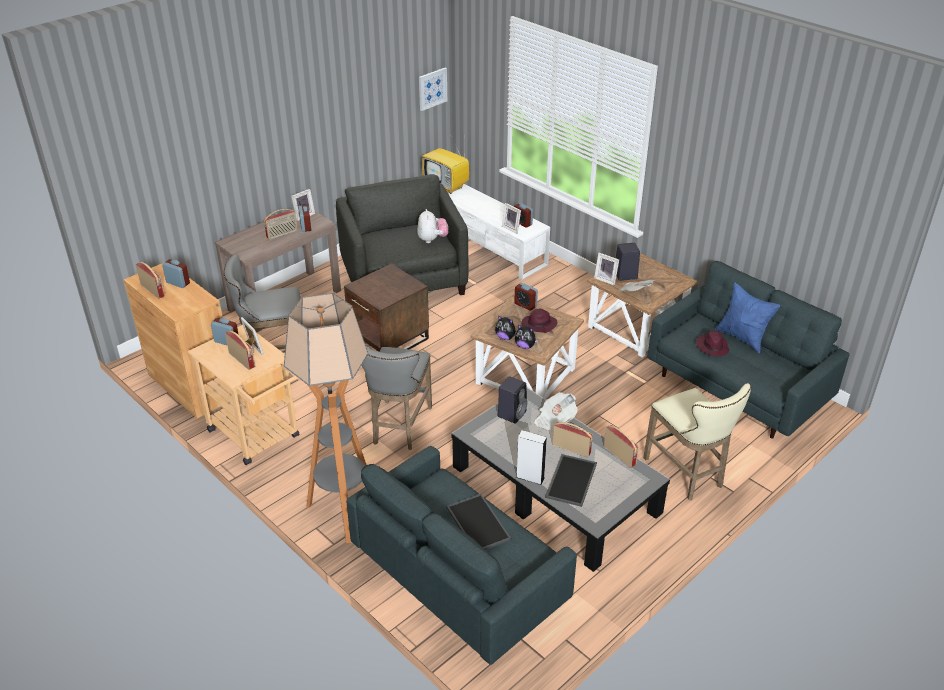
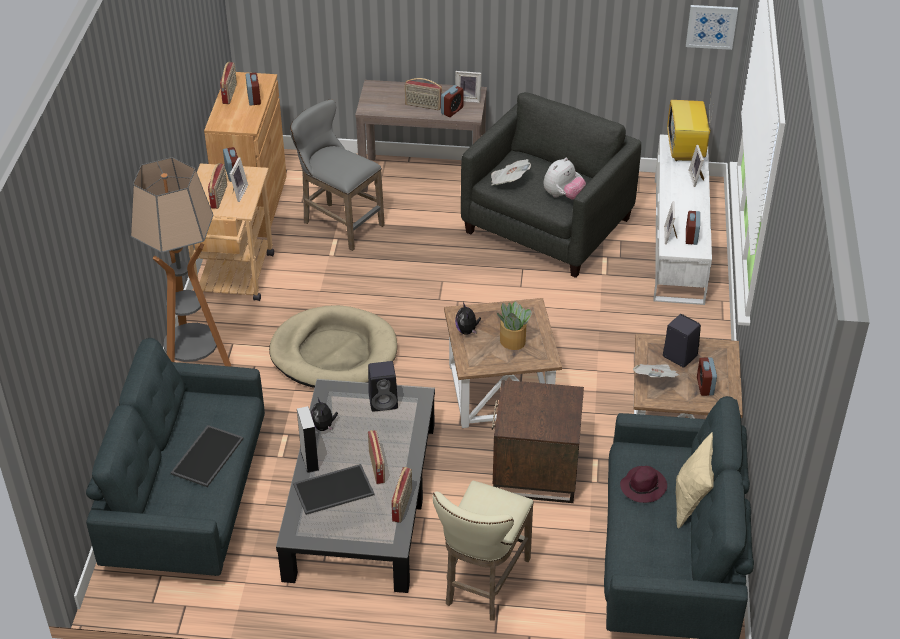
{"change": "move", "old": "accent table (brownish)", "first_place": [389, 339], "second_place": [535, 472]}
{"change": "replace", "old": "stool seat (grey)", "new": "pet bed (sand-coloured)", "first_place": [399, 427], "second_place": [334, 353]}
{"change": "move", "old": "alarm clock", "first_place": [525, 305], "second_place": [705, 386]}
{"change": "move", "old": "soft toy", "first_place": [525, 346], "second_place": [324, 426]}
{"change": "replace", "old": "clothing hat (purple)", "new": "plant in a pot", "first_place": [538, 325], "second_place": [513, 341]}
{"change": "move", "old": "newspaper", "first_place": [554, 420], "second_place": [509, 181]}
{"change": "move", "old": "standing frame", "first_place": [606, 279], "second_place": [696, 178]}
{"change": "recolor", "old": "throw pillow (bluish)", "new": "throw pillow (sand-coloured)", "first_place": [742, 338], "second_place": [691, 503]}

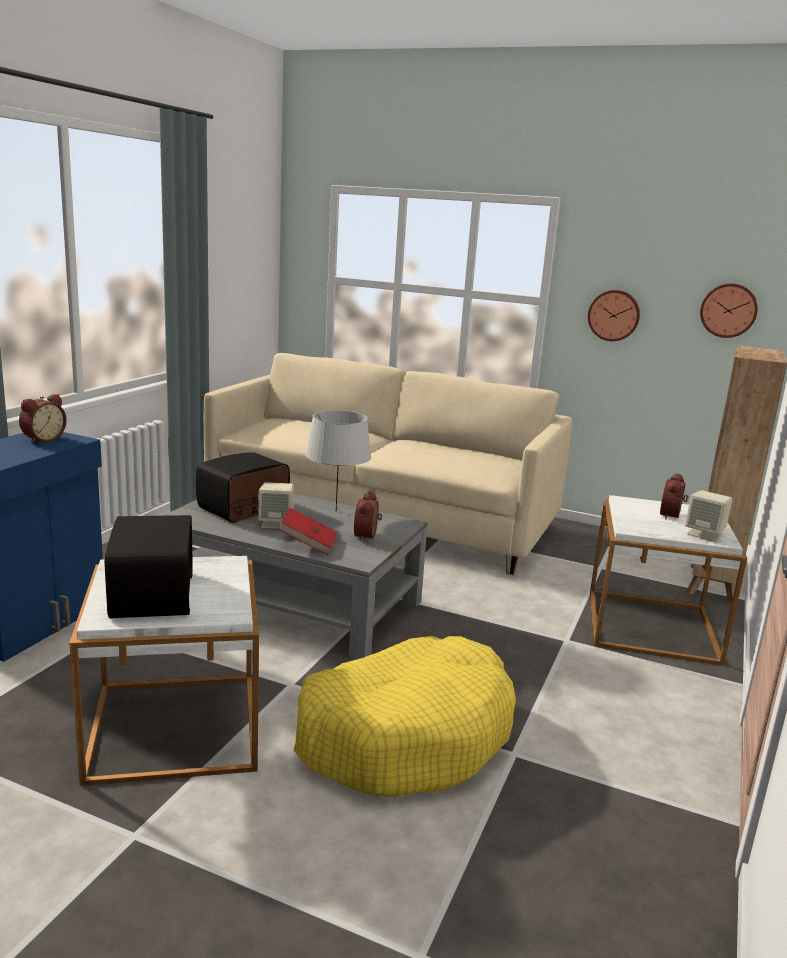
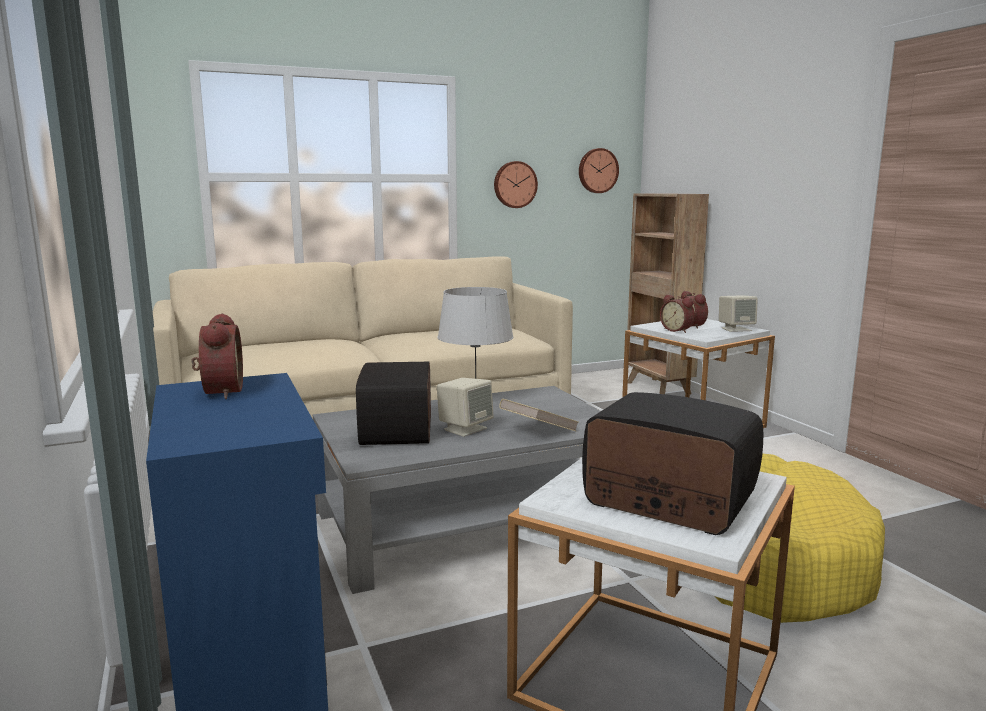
{"change": "recolor", "old": "bound book (red-coloured)", "new": "bound book (sand-coloured)", "first_place": [308, 544], "second_place": [538, 431]}
{"change": "move", "old": "alarm clock", "first_place": [368, 536], "second_place": [677, 330]}

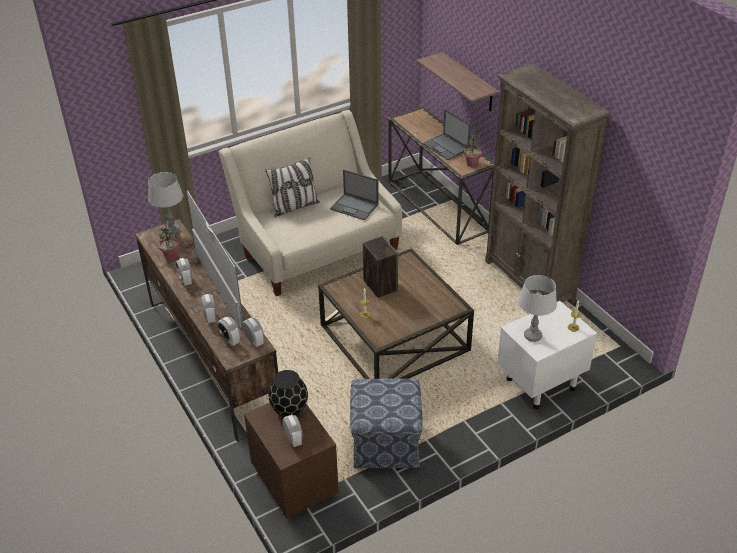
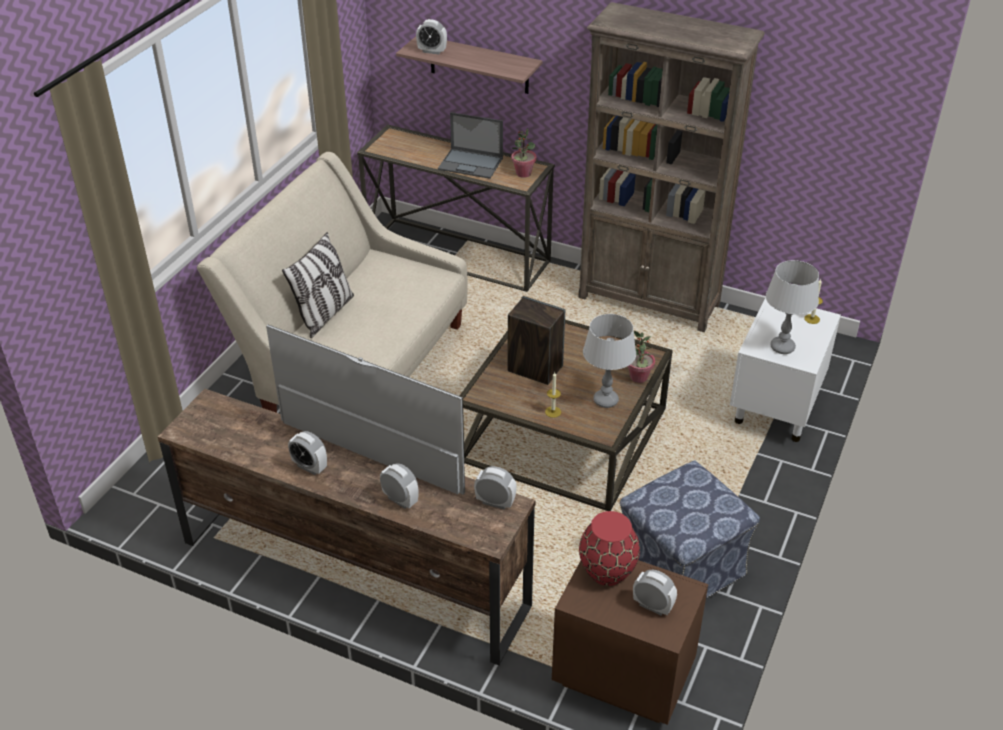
{"change": "move", "old": "table lamp (grey)", "first_place": [172, 230], "second_place": [605, 400]}
{"change": "move", "old": "plant in a pot", "first_place": [171, 256], "second_place": [638, 377]}
{"change": "move", "old": "alarm clock", "first_place": [230, 340], "second_place": [432, 51]}
{"change": "recolor", "old": "vase (black)", "new": "vase (red-coloured)", "first_place": [289, 409], "second_place": [606, 571]}
{"change": "delete", "old": "portable computer", "first_place": [355, 207]}

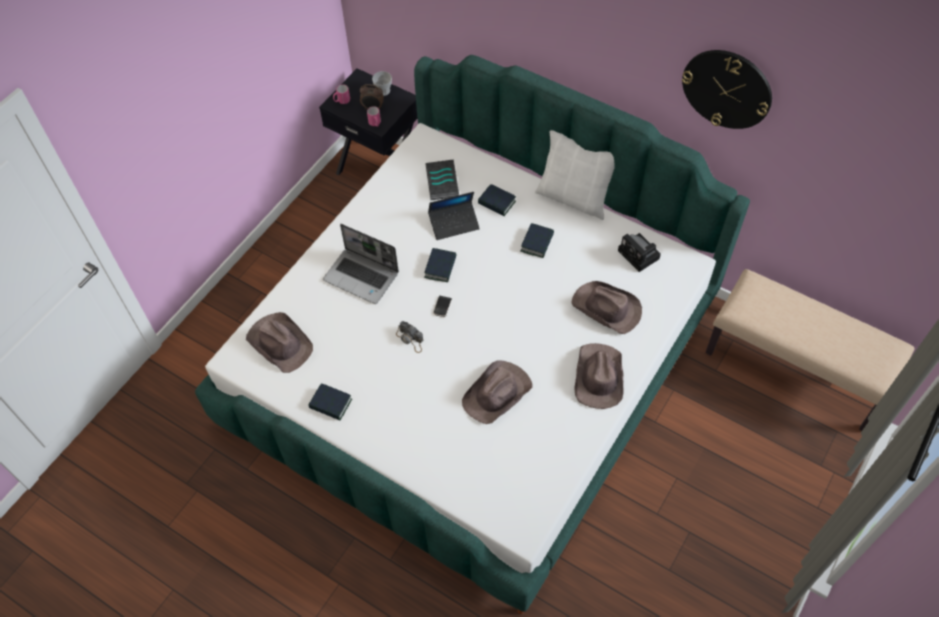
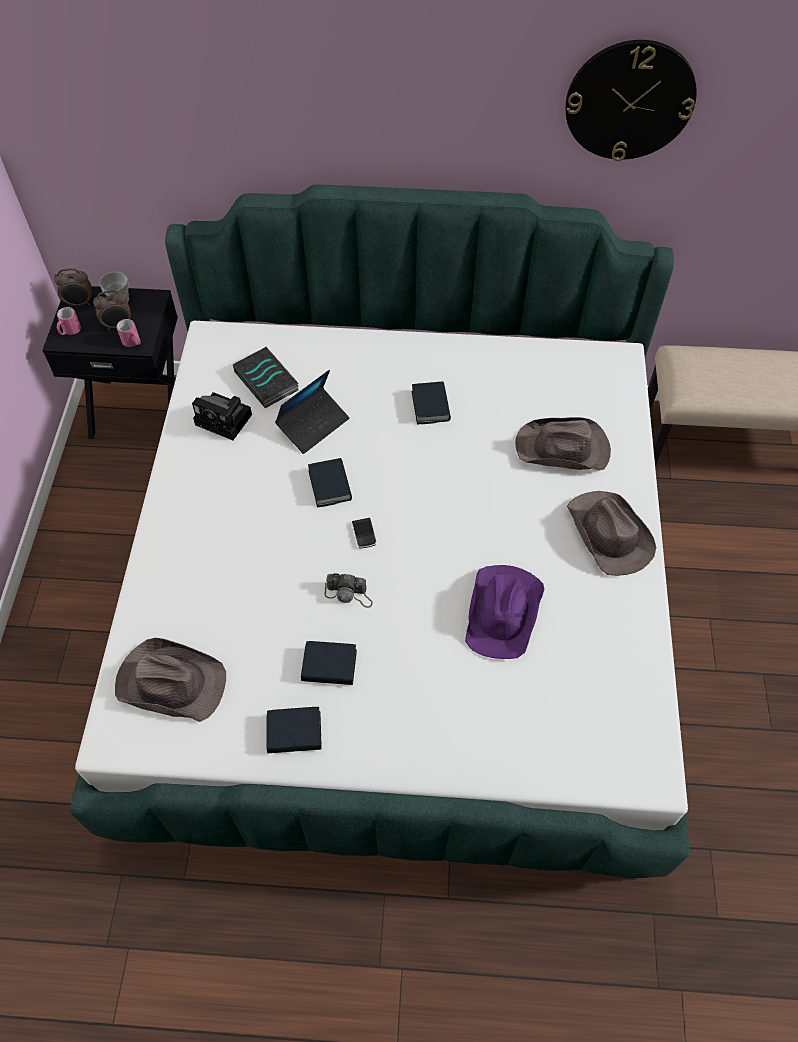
{"change": "delete", "old": "portable computer", "first_place": [362, 276]}
{"change": "recolor", "old": "clothing hat (brownish)", "new": "clothing hat (purple)", "first_place": [498, 393], "second_place": [504, 611]}
{"change": "move", "old": "bound book", "first_place": [497, 203], "second_place": [329, 666]}
{"change": "delete", "old": "throw pillow (white-coloured)", "first_place": [574, 197]}
{"change": "move", "old": "still camera", "first_place": [640, 255], "second_place": [226, 420]}
{"change": "insert", "new": "alarm clock", "second_place": [80, 303]}

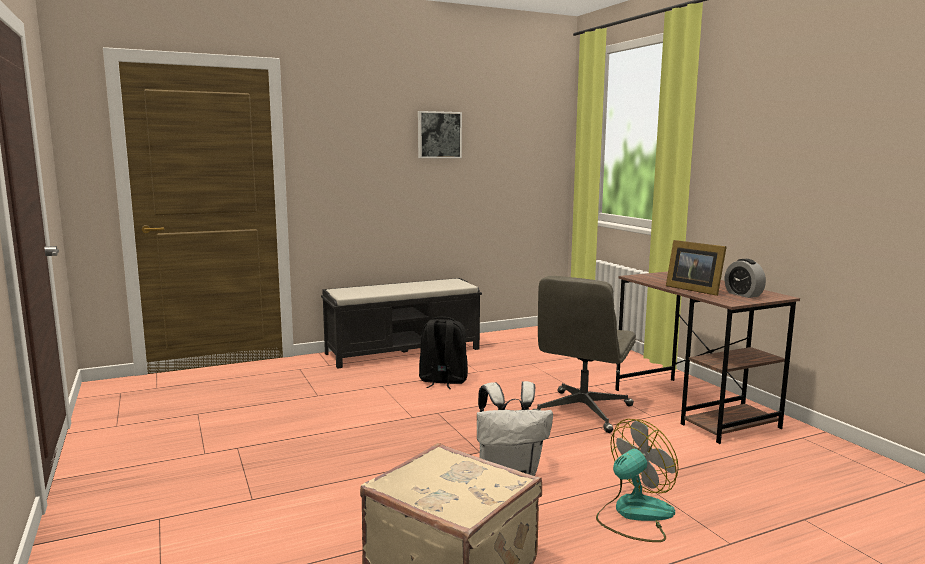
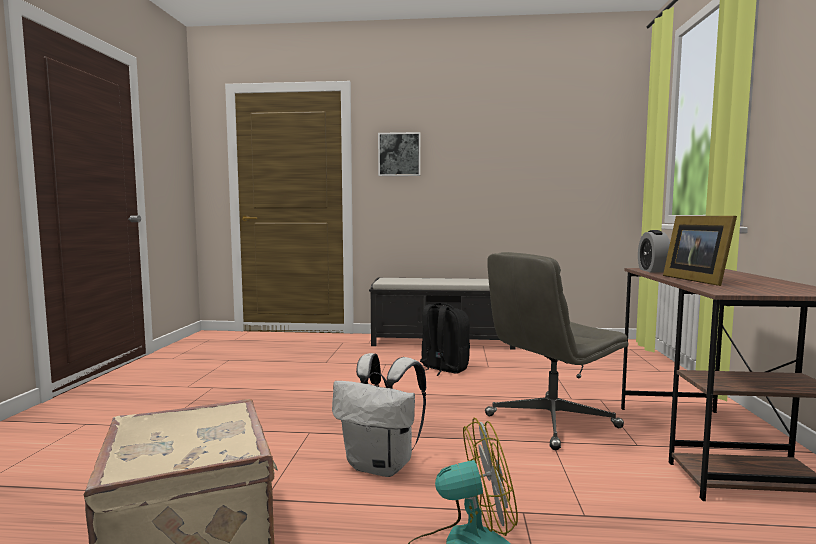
{"change": "move", "old": "wall art", "first_place": [439, 135], "second_place": [399, 154]}
{"change": "move", "old": "alarm clock", "first_place": [743, 294], "second_place": [652, 271]}

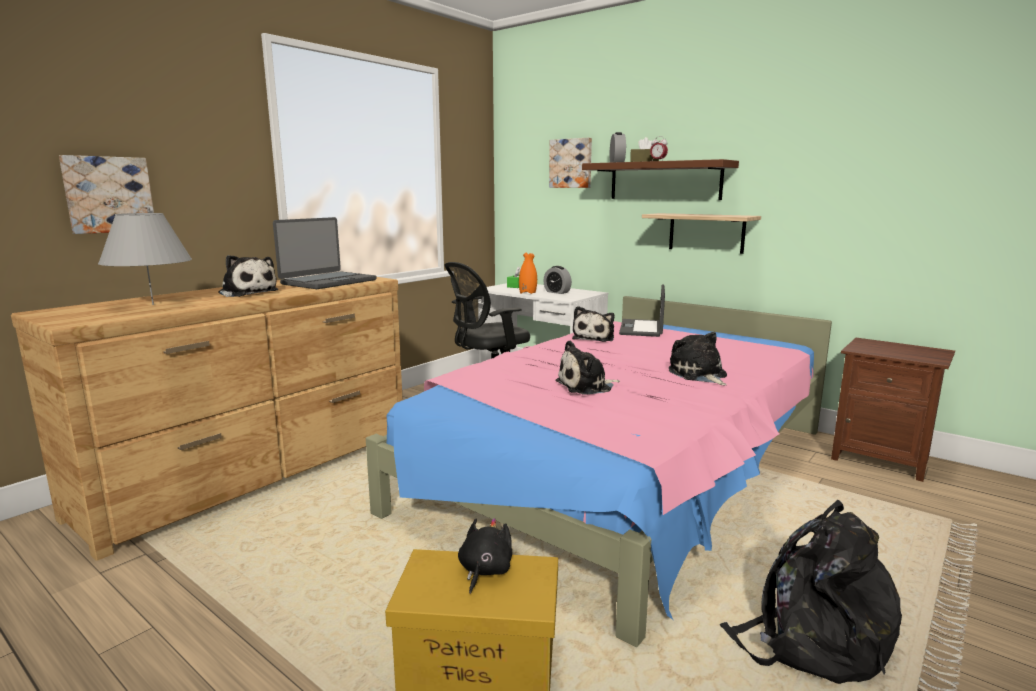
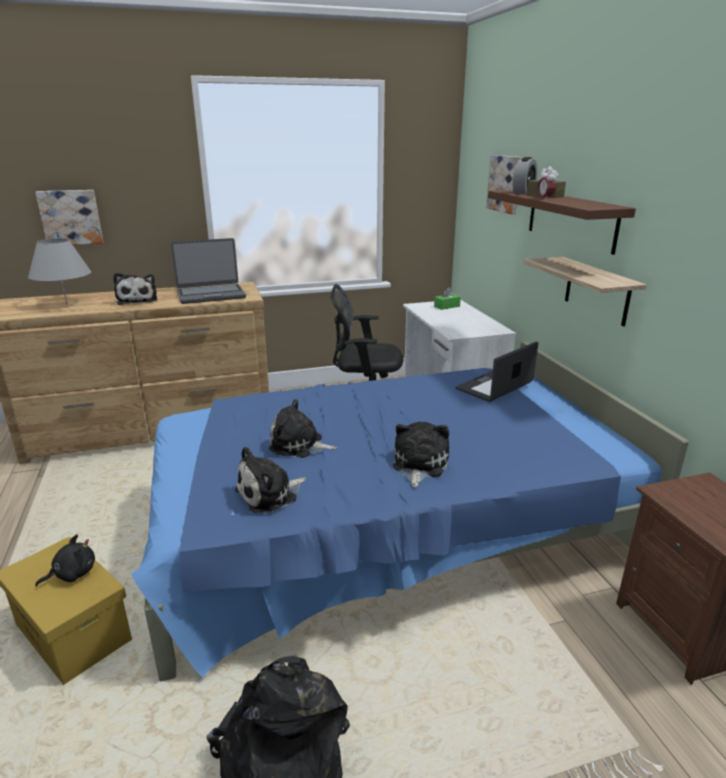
{"change": "recolor", "old": "bed (pinkish)", "new": "bed (bluish)", "first_place": [624, 470], "second_place": [384, 525]}
{"change": "delete", "old": "vase (orangey)", "first_place": [528, 293]}
{"change": "delete", "old": "alarm clock", "first_place": [557, 292]}
{"change": "move", "old": "soft toy", "first_place": [594, 338], "second_place": [270, 494]}

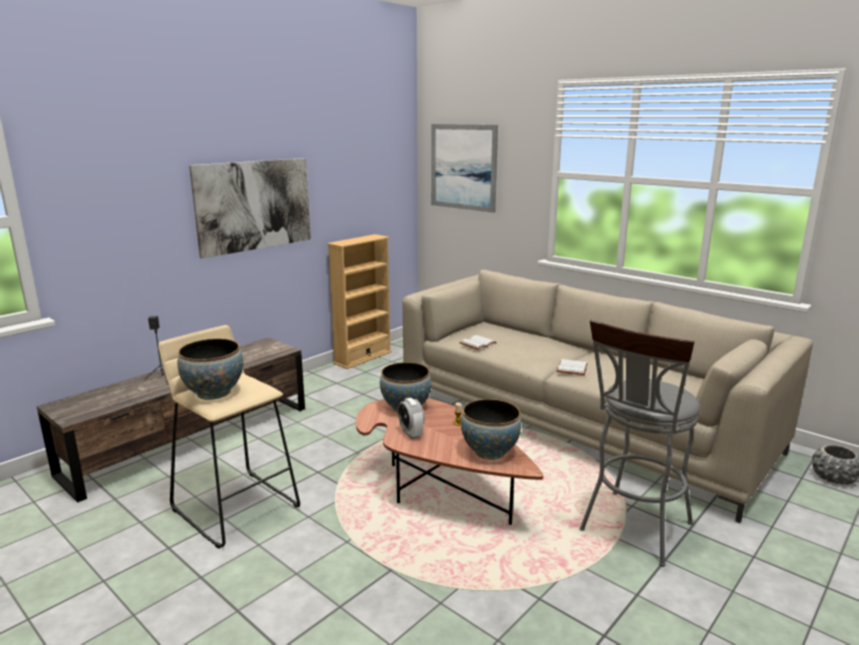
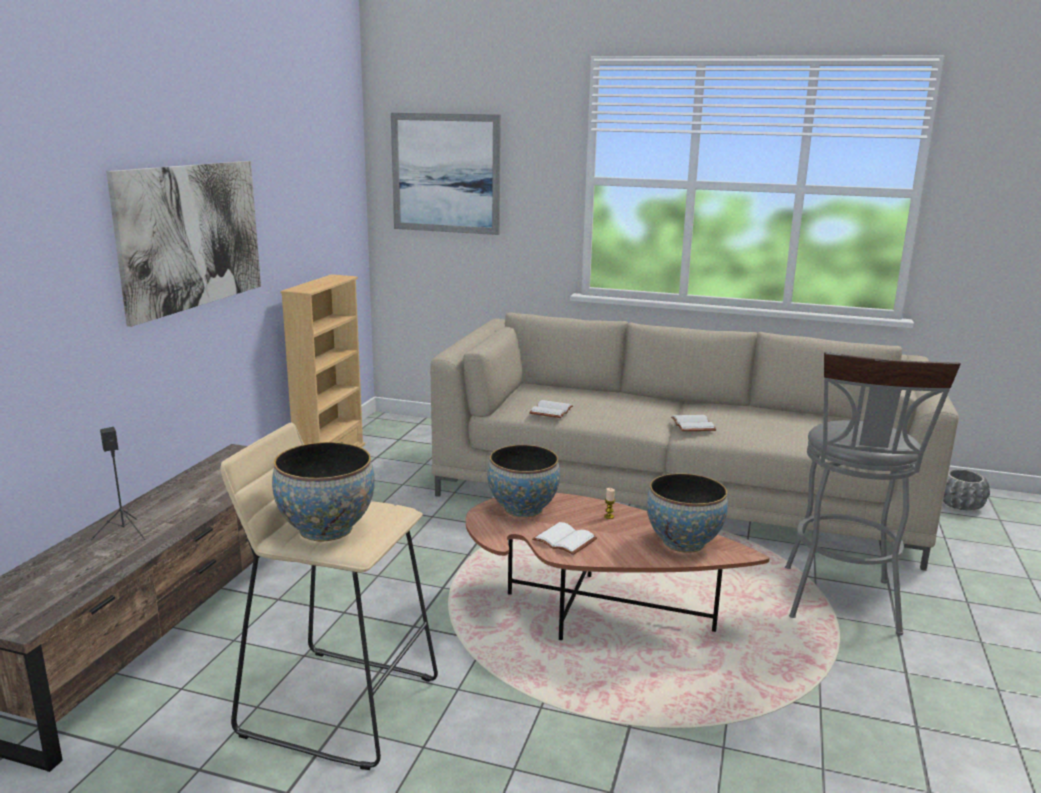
{"change": "replace", "old": "alarm clock", "new": "bound book (white-coloured)", "first_place": [411, 433], "second_place": [566, 540]}

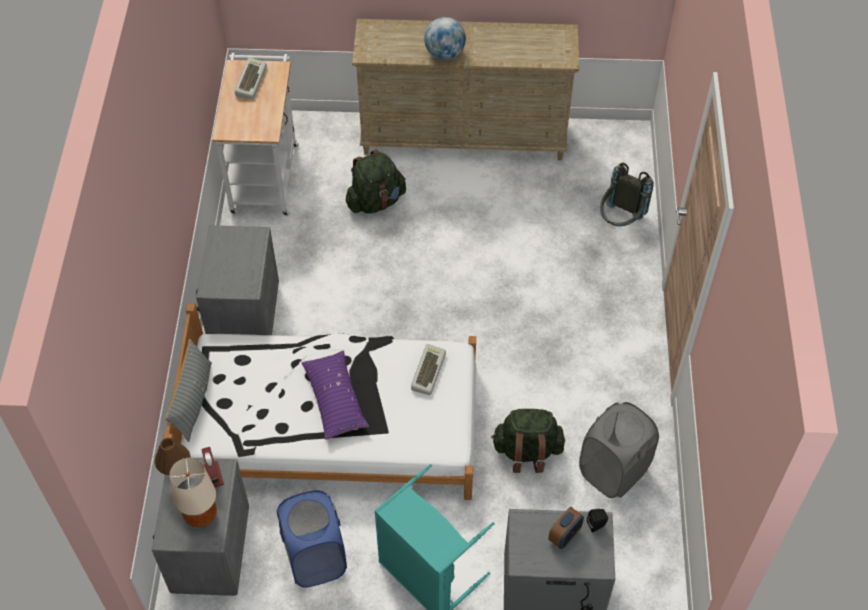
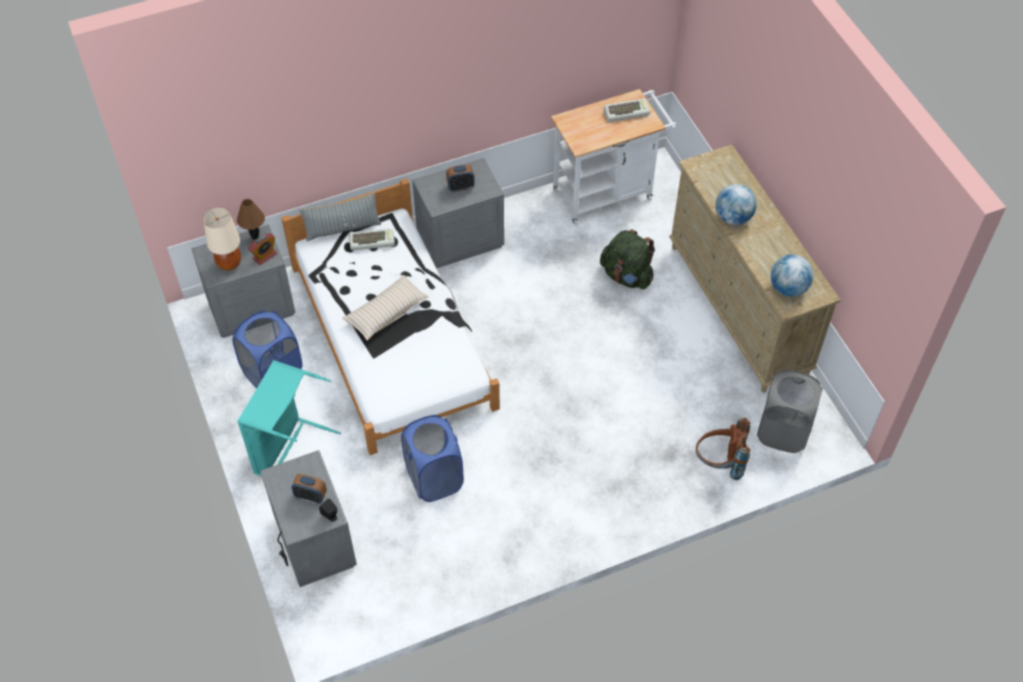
{"change": "recolor", "old": "throw pillow (purple)", "new": "throw pillow (sand-coloured)", "first_place": [335, 399], "second_place": [386, 312]}
{"change": "move", "old": "keyboard", "first_place": [427, 371], "second_place": [372, 241]}
{"change": "replace", "old": "backpack (green)", "new": "washing basket (bluish)", "first_place": [527, 451], "second_place": [434, 478]}
{"change": "move", "old": "washing basket (grey)", "first_place": [613, 471], "second_place": [783, 432]}
{"change": "recolor", "old": "backpack (grey)", "new": "backpack (brownish)", "first_place": [619, 221], "second_place": [720, 463]}
{"change": "insert", "new": "alarm clock", "second_place": [460, 187]}
{"change": "insert", "new": "world globe", "second_place": [788, 288]}

